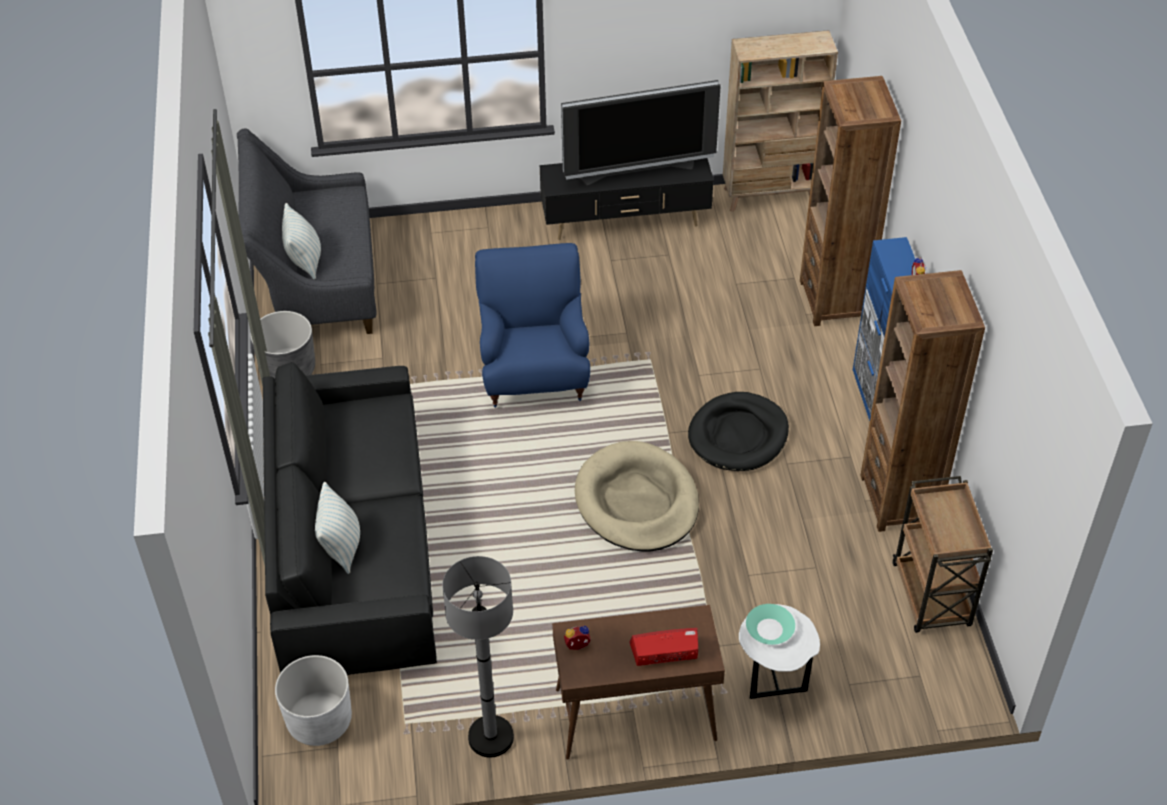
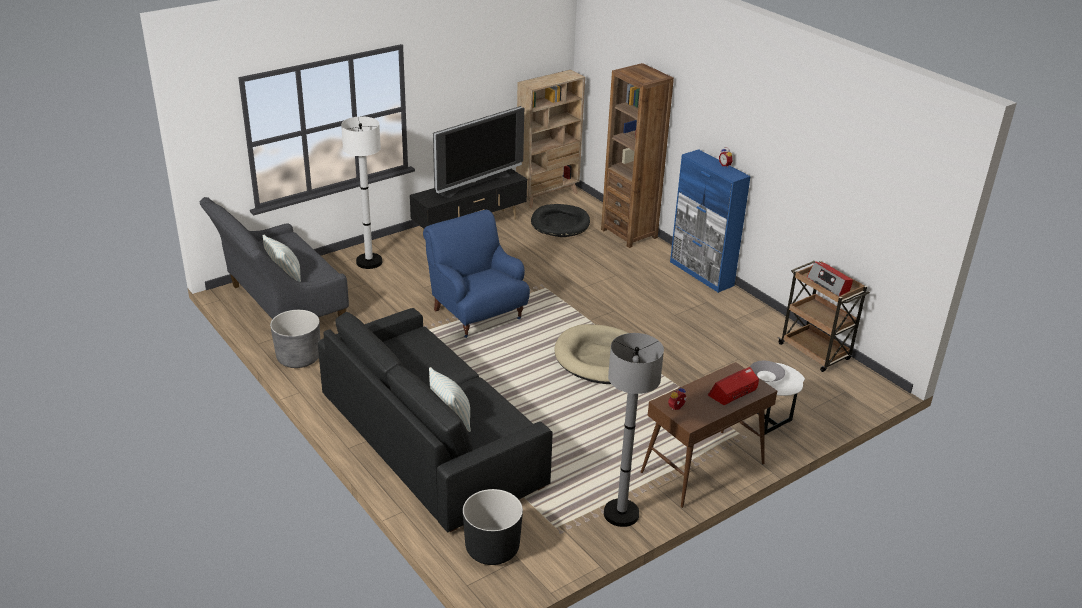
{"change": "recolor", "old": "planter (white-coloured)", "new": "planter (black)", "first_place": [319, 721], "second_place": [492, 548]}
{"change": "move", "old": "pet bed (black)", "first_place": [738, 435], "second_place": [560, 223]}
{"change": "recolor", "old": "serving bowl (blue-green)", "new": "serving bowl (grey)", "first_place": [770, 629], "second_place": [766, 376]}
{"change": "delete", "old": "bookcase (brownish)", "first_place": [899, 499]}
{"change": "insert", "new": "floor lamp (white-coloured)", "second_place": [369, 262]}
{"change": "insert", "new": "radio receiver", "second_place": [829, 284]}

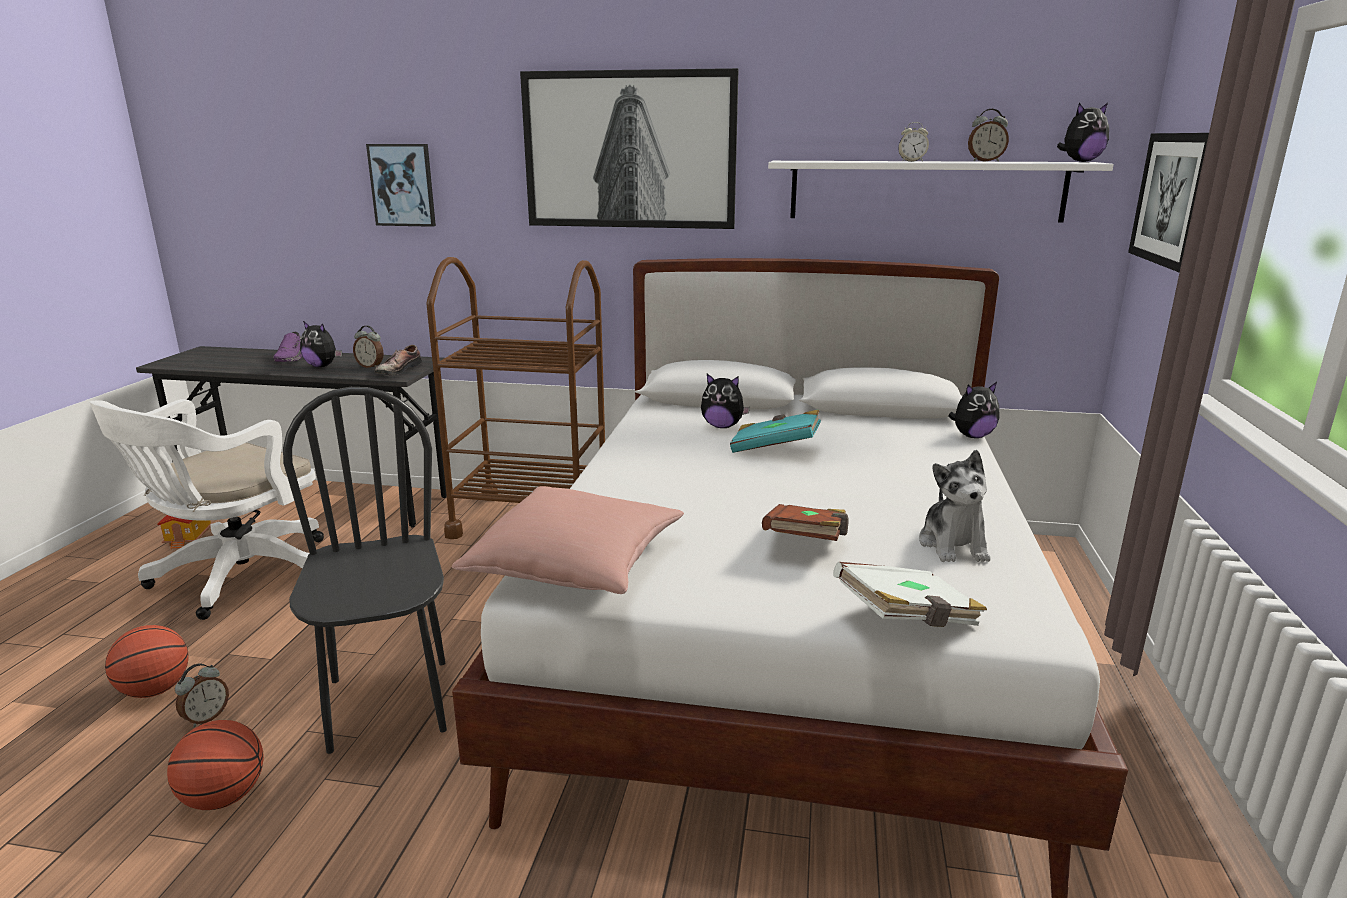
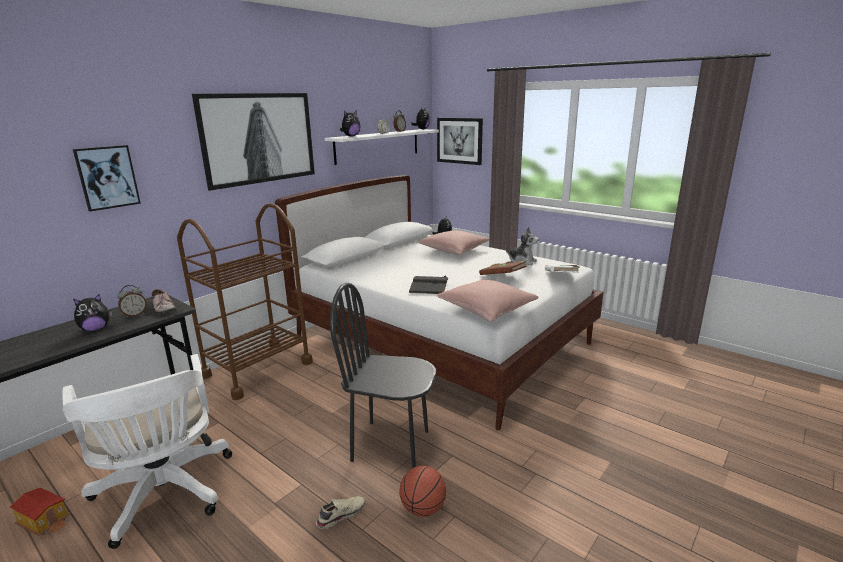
{"change": "delete", "old": "basketball ball", "first_place": [155, 690]}
{"change": "replace", "old": "alarm clock", "new": "item of footwear (sand-coloured)", "first_place": [206, 717], "second_place": [341, 514]}
{"change": "delete", "old": "item of footwear (purple)", "first_place": [292, 358]}
{"change": "move", "old": "soft toy", "first_place": [722, 426], "second_place": [351, 136]}
{"change": "delete", "old": "bound book (blue-green)", "first_place": [775, 448]}
{"change": "insert", "new": "bound book (black)", "second_place": [429, 285]}
{"change": "insert", "new": "throw pillow (pinkish)", "second_place": [453, 250]}

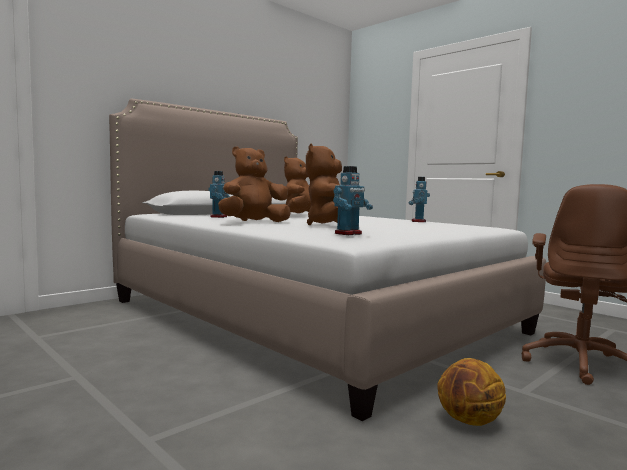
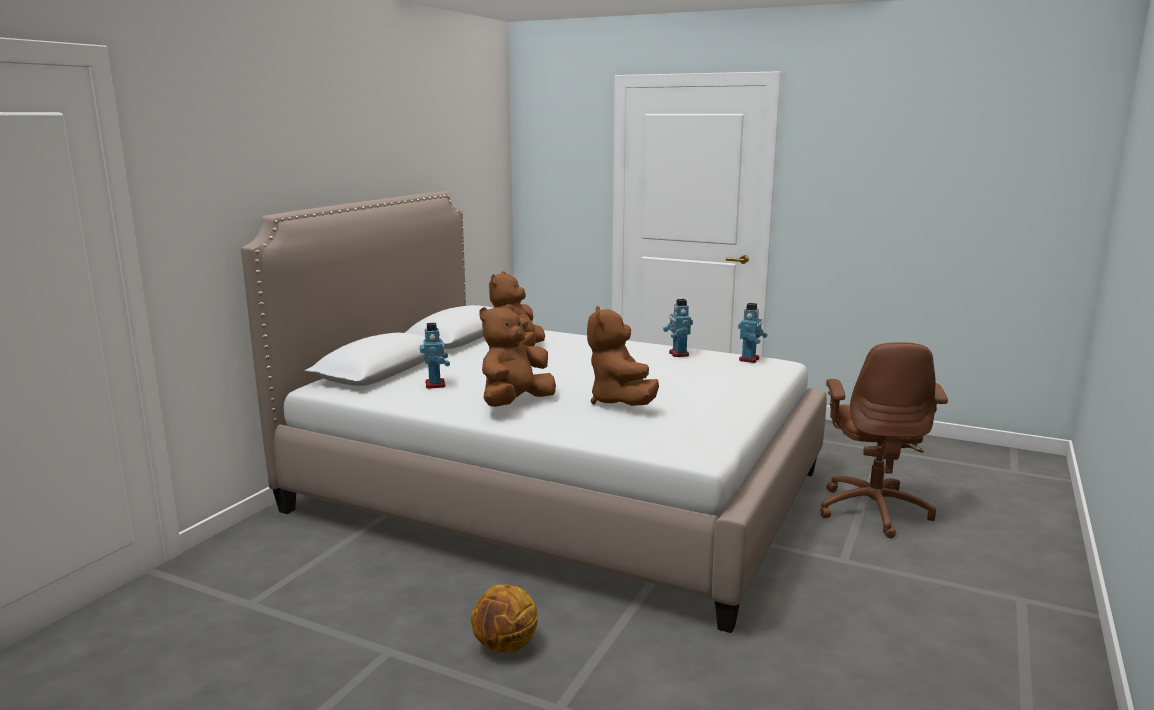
{"change": "move", "old": "toy robot", "first_place": [348, 234], "second_place": [749, 359]}
{"change": "move", "old": "basketball ball", "first_place": [469, 421], "second_place": [505, 646]}

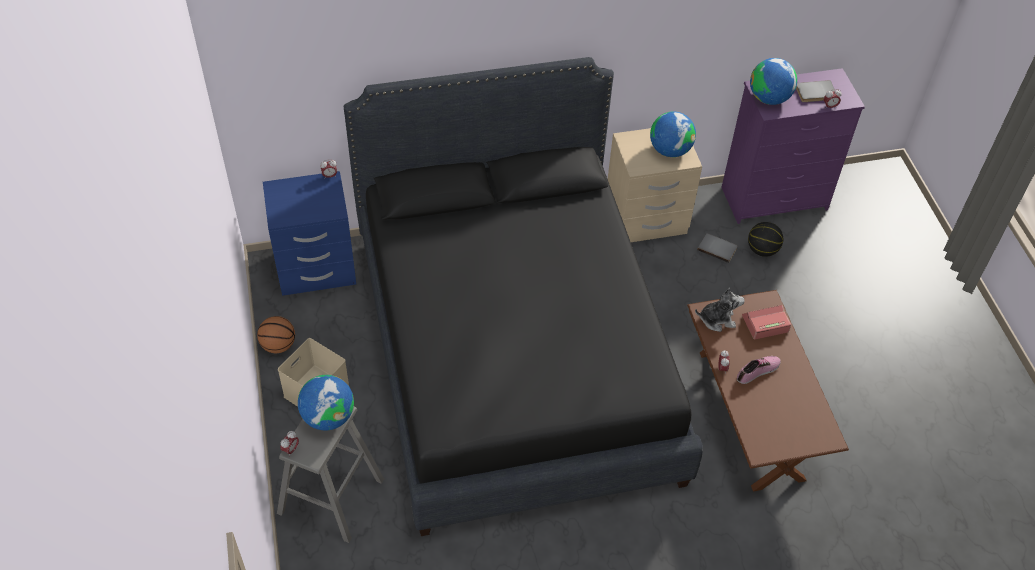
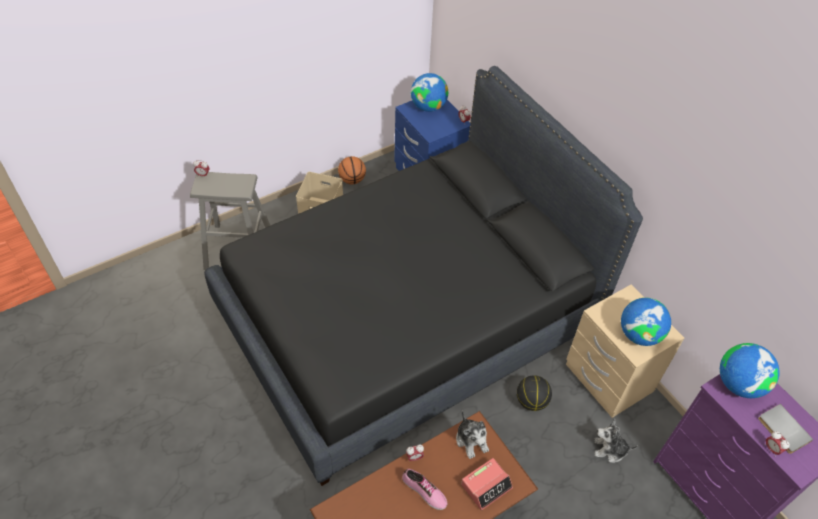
{"change": "move", "old": "world globe", "first_place": [328, 417], "second_place": [428, 107]}
{"change": "replace", "old": "bound book (grey)", "new": "soft toy", "first_place": [717, 248], "second_place": [610, 450]}
{"change": "rotate", "old": "alarm clock", "first_place": [765, 324], "second_place": [486, 486], "degrees": 90}
{"change": "move", "old": "basketball ball", "first_place": [762, 250], "second_place": [531, 401]}

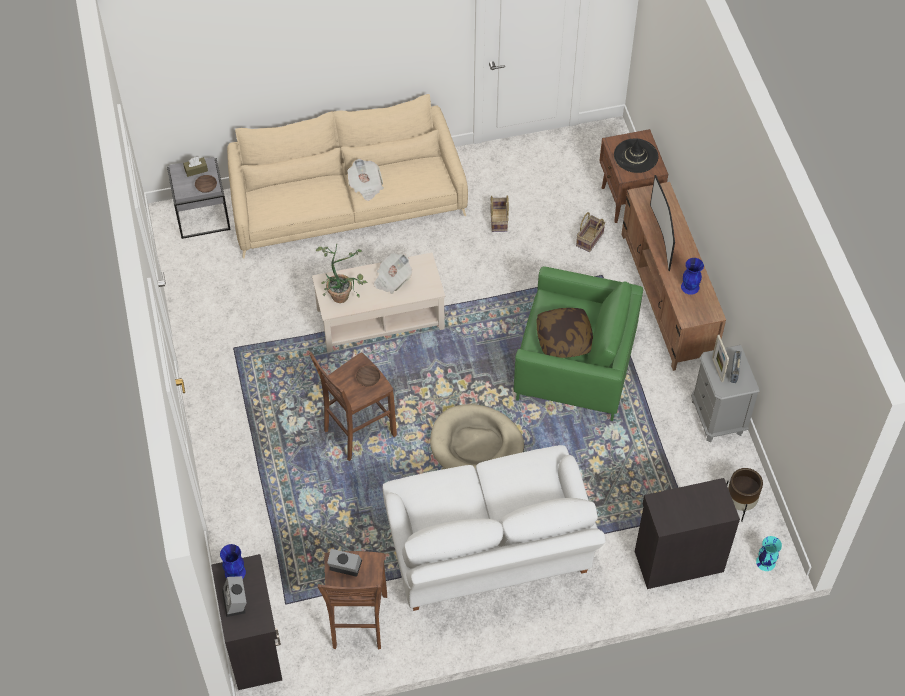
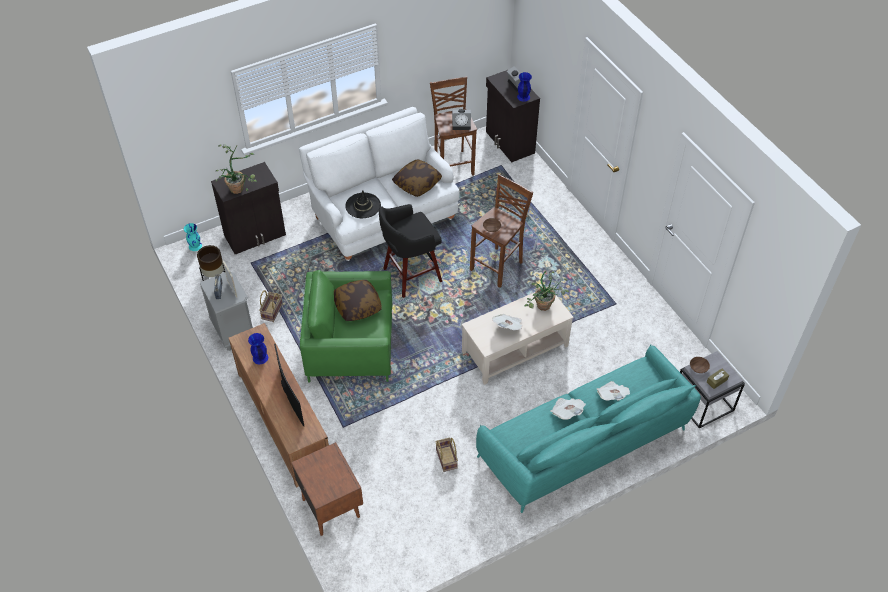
{"change": "recolor", "old": "couch (sand-coloured)", "new": "couch (blue-green)", "first_place": [347, 204], "second_place": [586, 443]}
{"change": "replace", "old": "pet bed (sand-coloured)", "new": "stool seat (black)", "first_place": [476, 445], "second_place": [410, 275]}
{"change": "move", "old": "household basket", "first_place": [590, 240], "second_place": [272, 311]}
{"change": "move", "old": "clothing hat (black)", "first_place": [636, 156], "second_place": [363, 206]}
{"change": "insert", "new": "plant in a pot", "second_place": [239, 187]}
{"change": "insert", "new": "throw pillow", "second_place": [417, 183]}
{"change": "insert", "new": "newspaper", "second_place": [612, 396]}

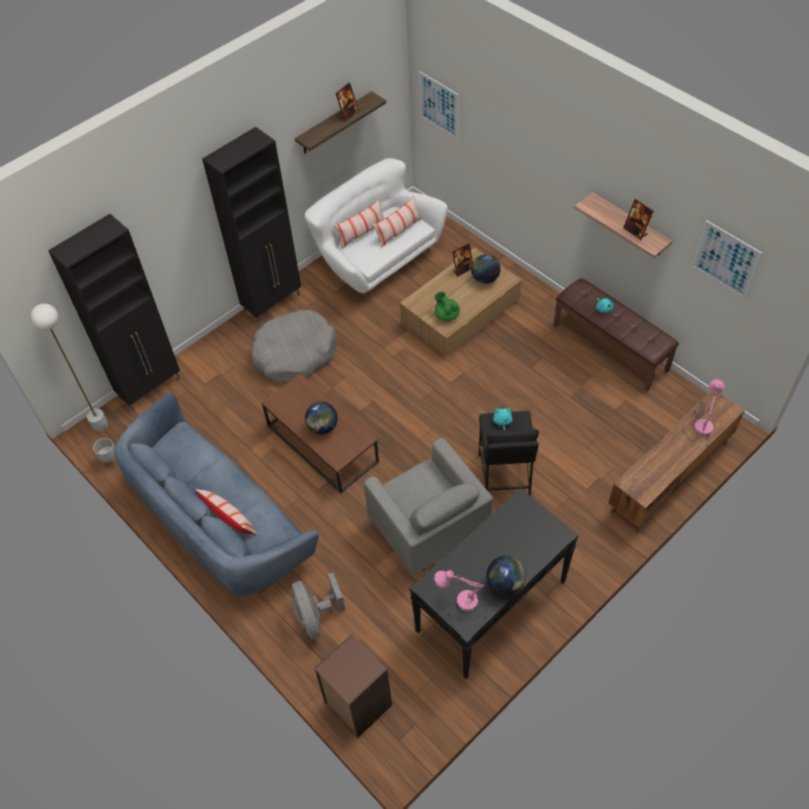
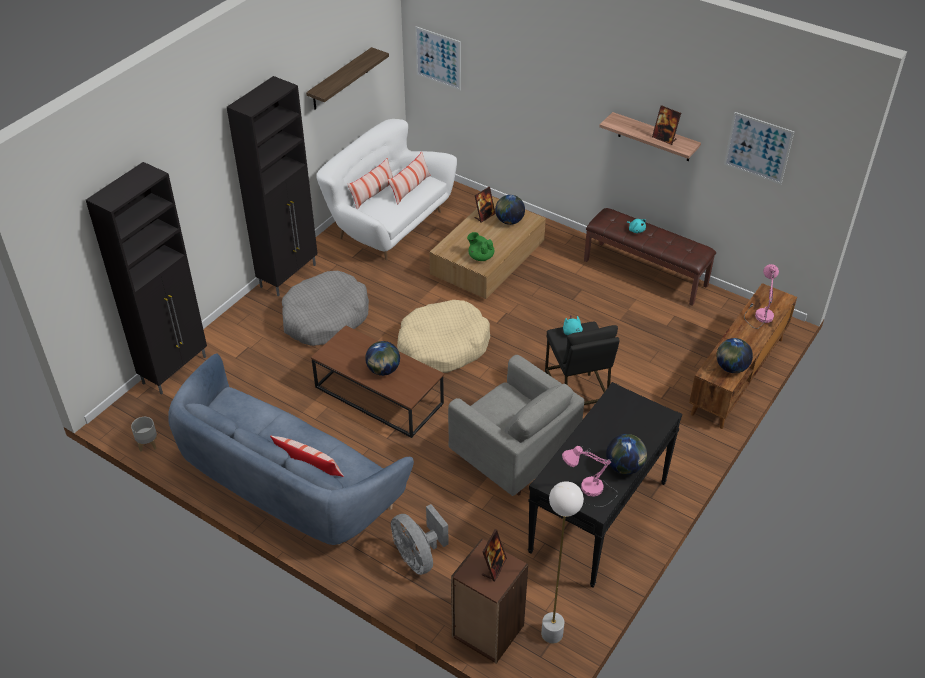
{"change": "move", "old": "floor lamp (white-coloured)", "first_place": [99, 425], "second_place": [551, 634]}
{"change": "move", "old": "standing frame", "first_place": [348, 114], "second_place": [494, 567]}
{"change": "insert", "new": "pet bed (sand-coloured)", "second_place": [442, 346]}
{"change": "insert", "new": "world globe", "second_place": [731, 368]}

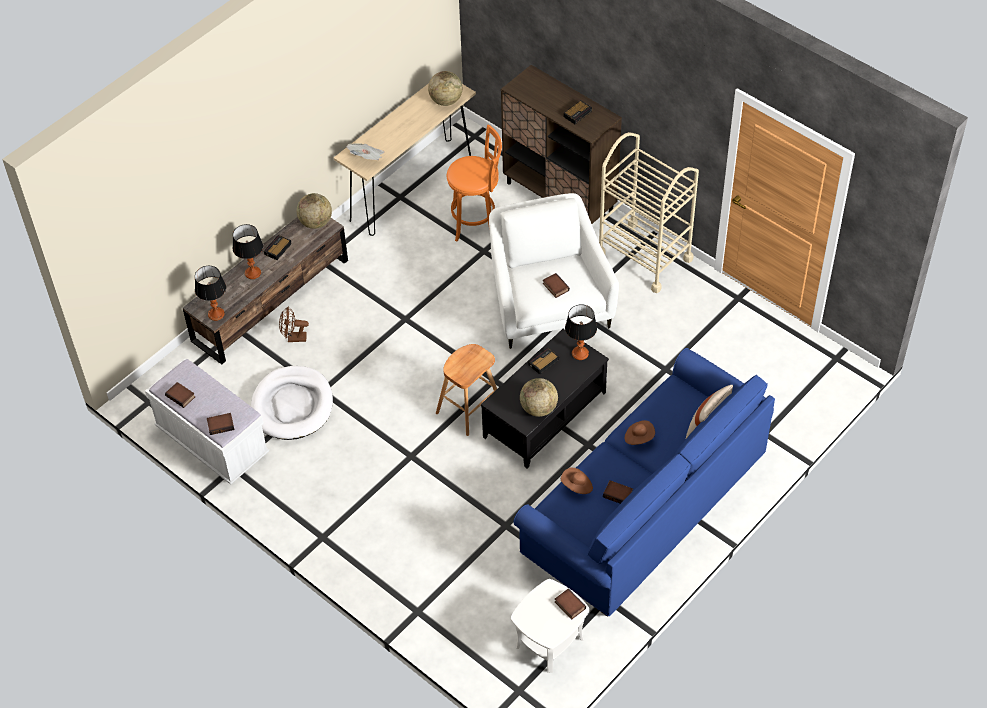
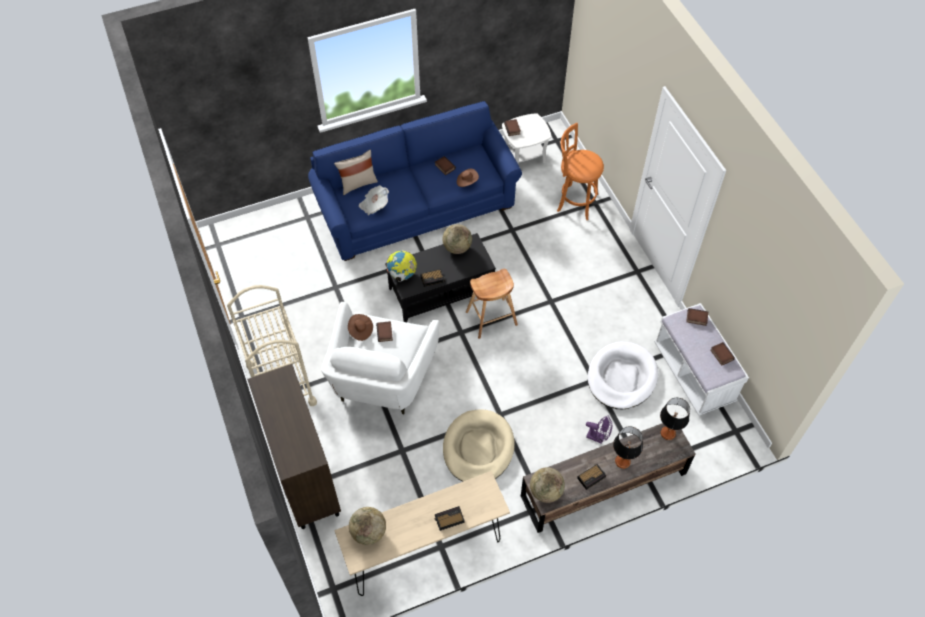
{"change": "recolor", "old": "fan (brownish)", "new": "fan (purple)", "first_place": [293, 338], "second_place": [598, 437]}
{"change": "move", "old": "newspaper", "first_place": [367, 158], "second_place": [374, 205]}
{"change": "move", "old": "stool seat (orangey)", "first_place": [476, 222], "second_place": [575, 201]}
{"change": "move", "old": "alarm clock", "first_place": [578, 113], "second_place": [449, 519]}
{"change": "replace", "old": "table lamp", "new": "world globe", "first_place": [580, 353], "second_place": [402, 274]}
{"change": "move", "old": "clothing hat (brownish)", "first_place": [639, 437], "second_place": [360, 330]}
{"change": "insert", "new": "pet bed (sand-coloured)", "second_place": [478, 448]}

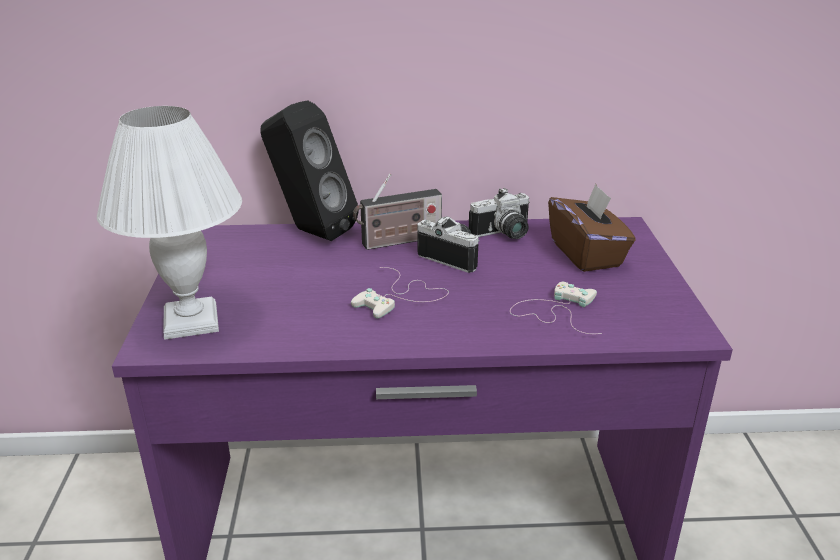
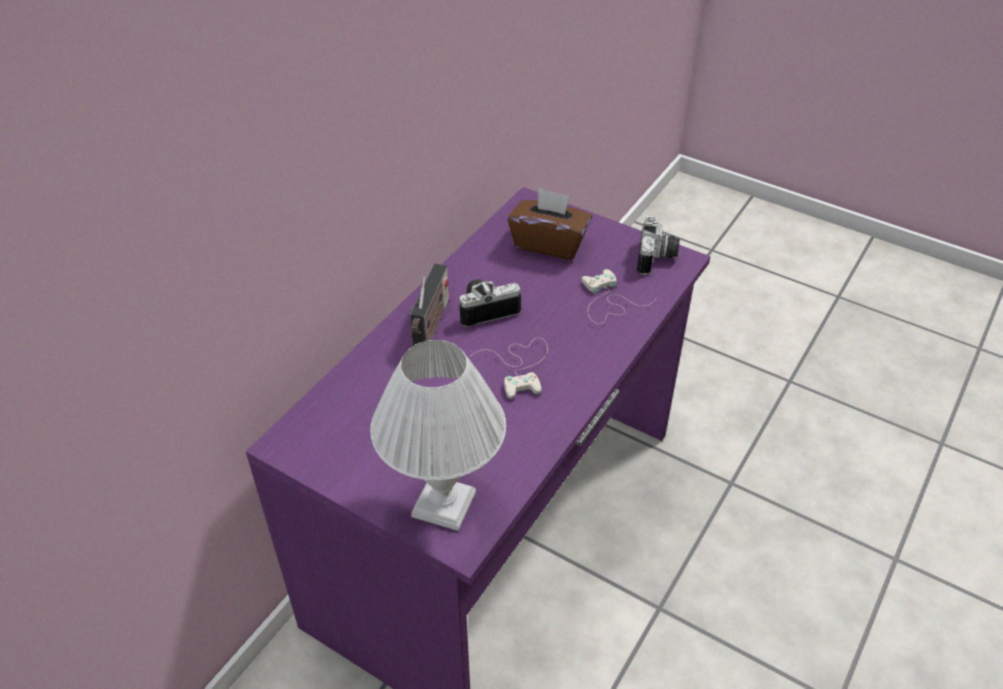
{"change": "delete", "old": "audio speaker (black)", "first_place": [310, 232]}
{"change": "move", "old": "still camera", "first_place": [504, 235], "second_place": [657, 258]}

